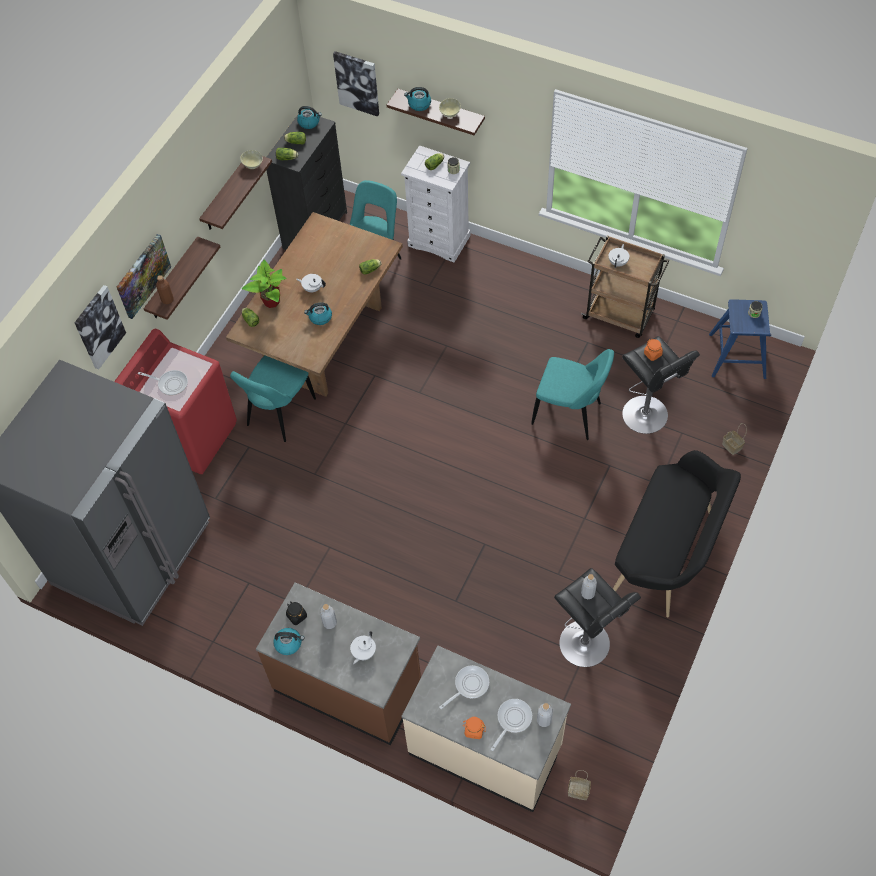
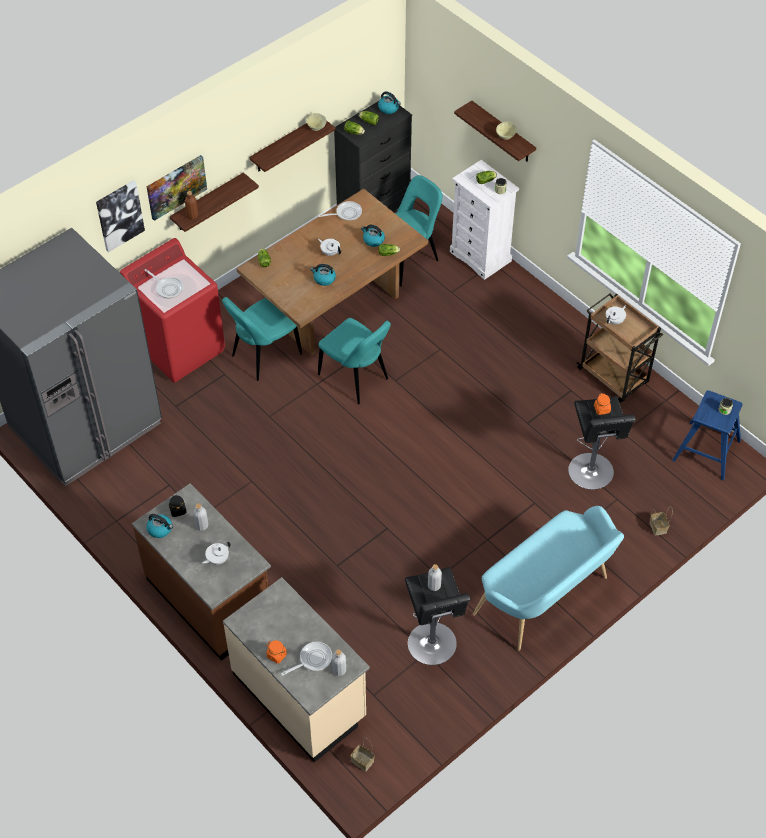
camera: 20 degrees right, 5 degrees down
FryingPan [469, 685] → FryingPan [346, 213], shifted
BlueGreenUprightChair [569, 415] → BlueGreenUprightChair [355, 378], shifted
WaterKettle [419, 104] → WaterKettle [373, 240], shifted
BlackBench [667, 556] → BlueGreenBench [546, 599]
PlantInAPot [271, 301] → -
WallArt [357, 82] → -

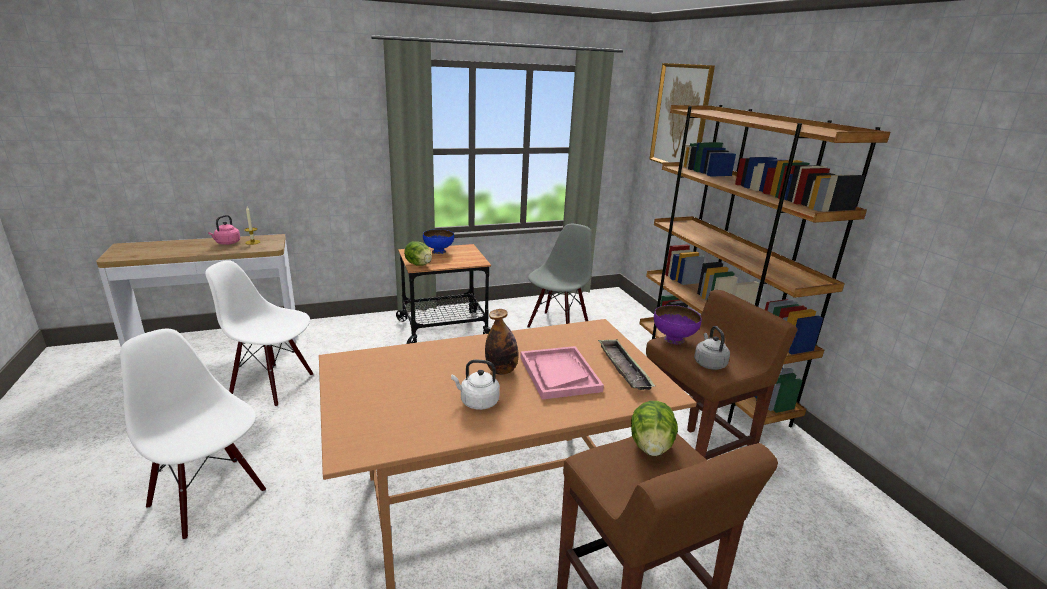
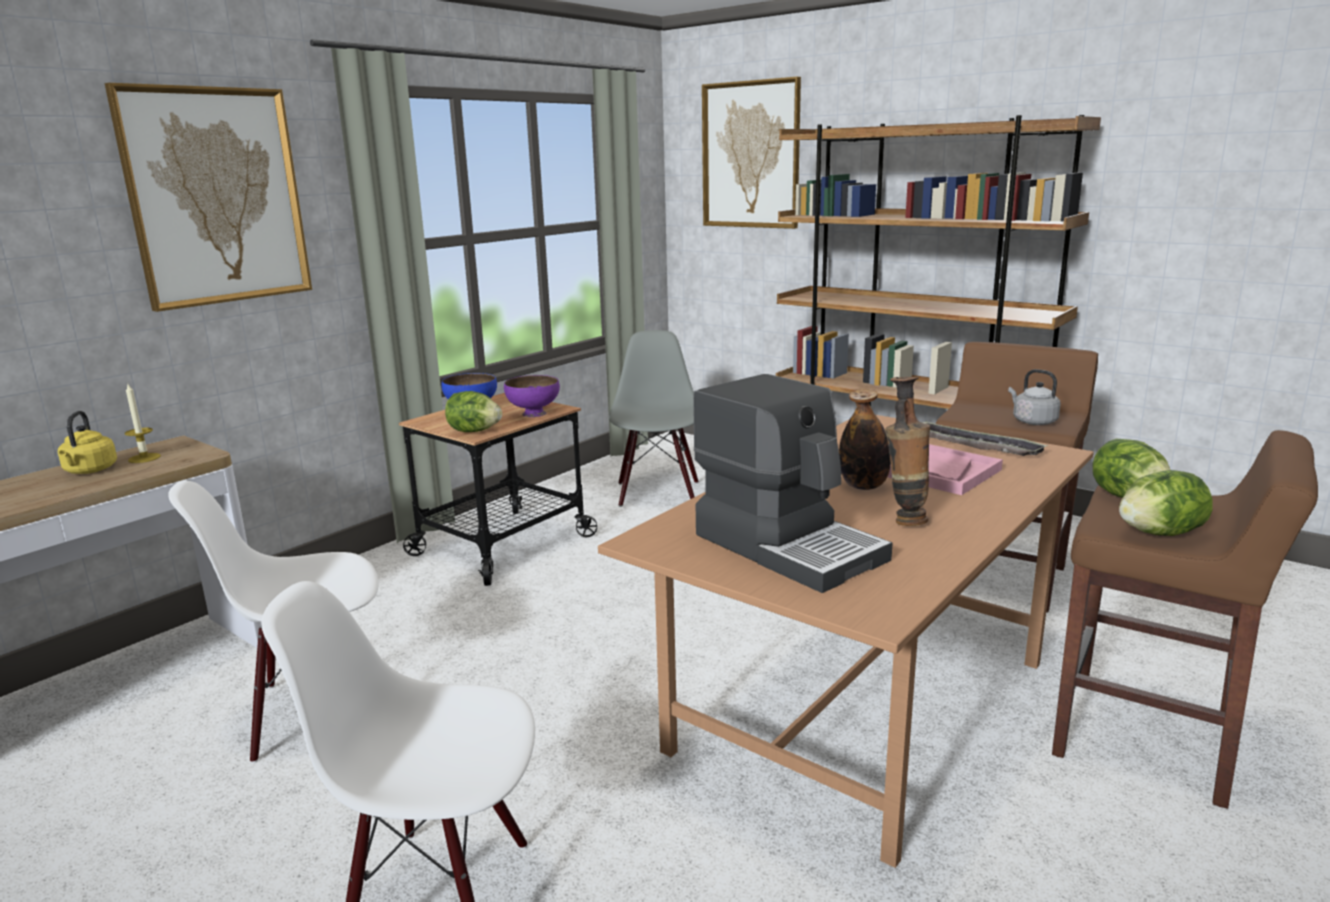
camera: 30 degrees left, 5 degrees down
PinkColouredWaterKettle [227, 243] → YellowWaterKettle [89, 471]
- → WallArt [216, 196]
PurplishBowl [673, 339] → PurplishBowl [533, 414], shifted
- → CoffeeMachine [789, 546]
WhiteColouredWaterKettle [477, 402] → DecorativeVase [904, 520]
- → HeadOfLettuce [1159, 533]

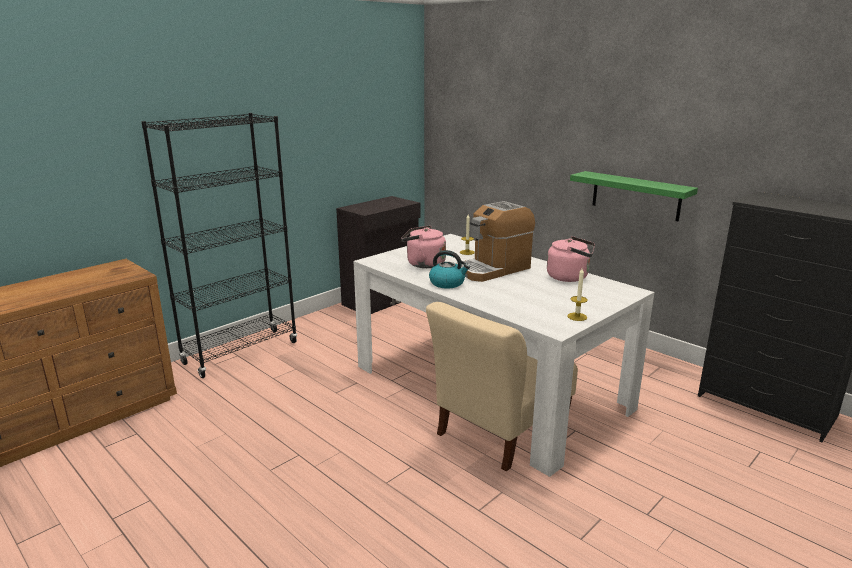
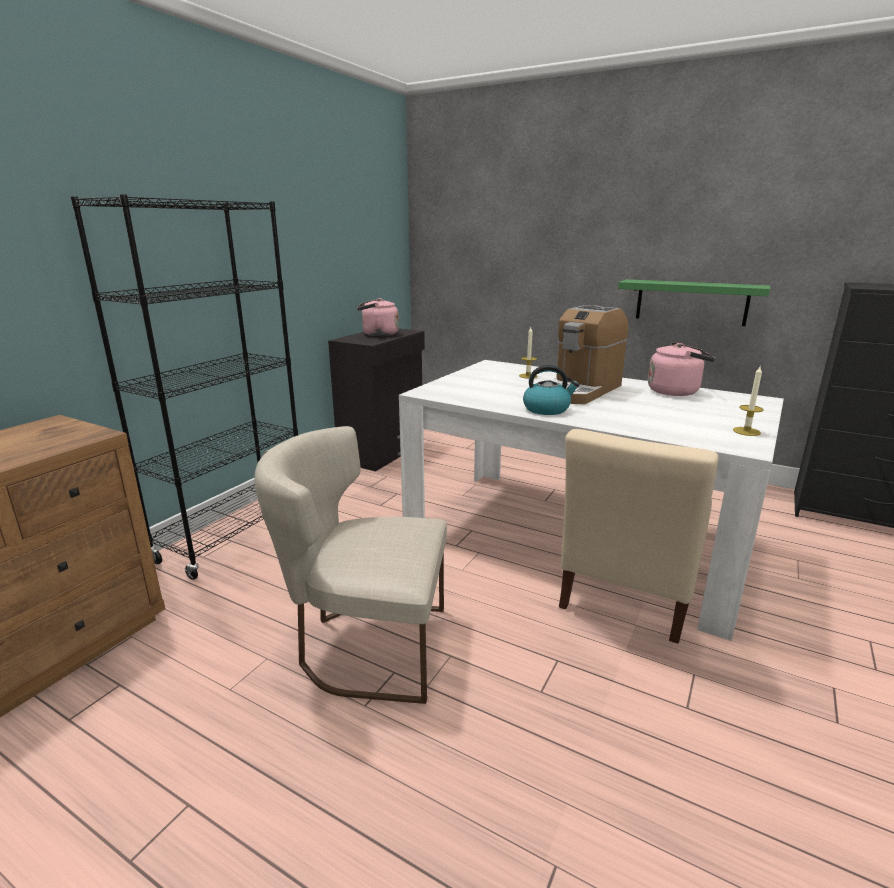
camera: 15 degrees left, 0 degrees up
- → SandColouredUprightChair [365, 646]
PinkColouredWaterKettle [423, 264] → PinkColouredWaterKettle [378, 334], shifted

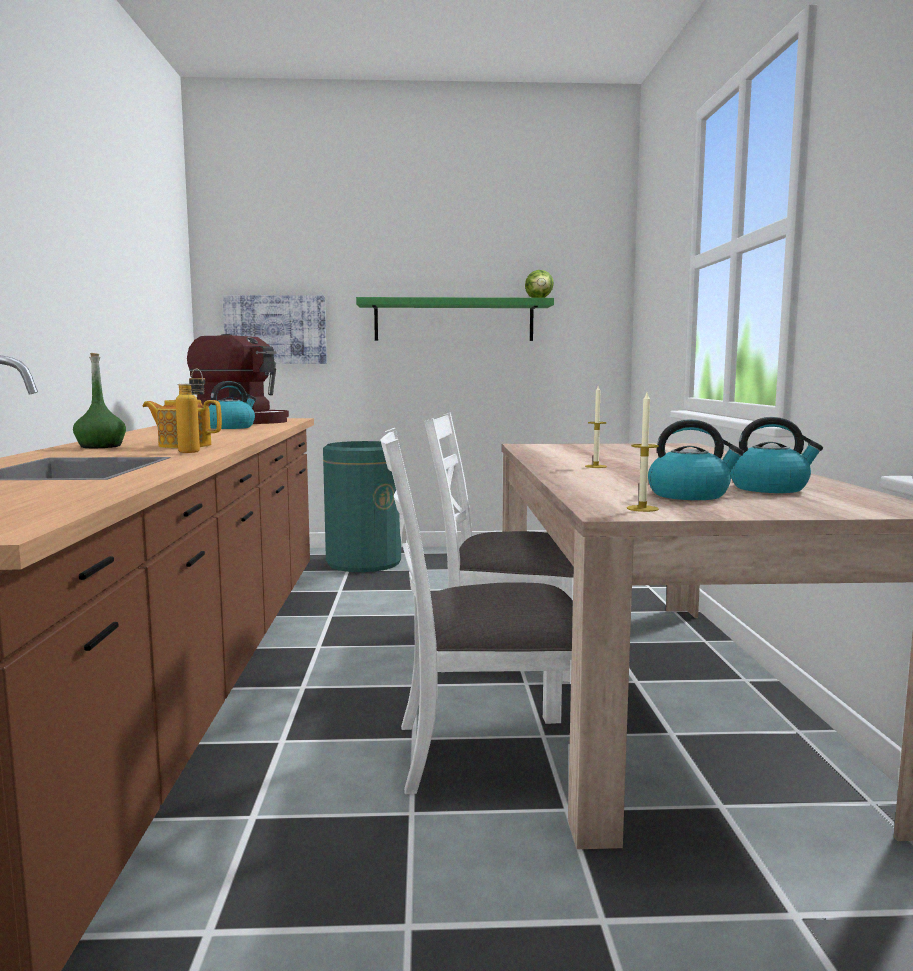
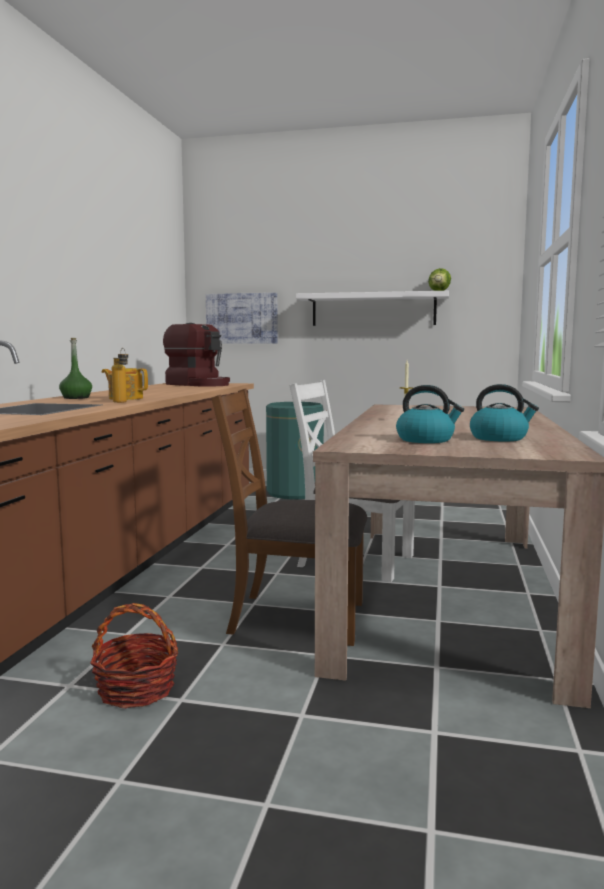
camera: 15 degrees right, 0 degrees up
- → HouseholdBasket [136, 689]
WhiteColouredUprightChair [486, 752] → BrownUprightChair [295, 617]
GreenishBracketShelf [454, 320] → WhiteColouredBracketShelf [373, 309]
WaterKettle [231, 427] → -
WaxLight [642, 508] → -

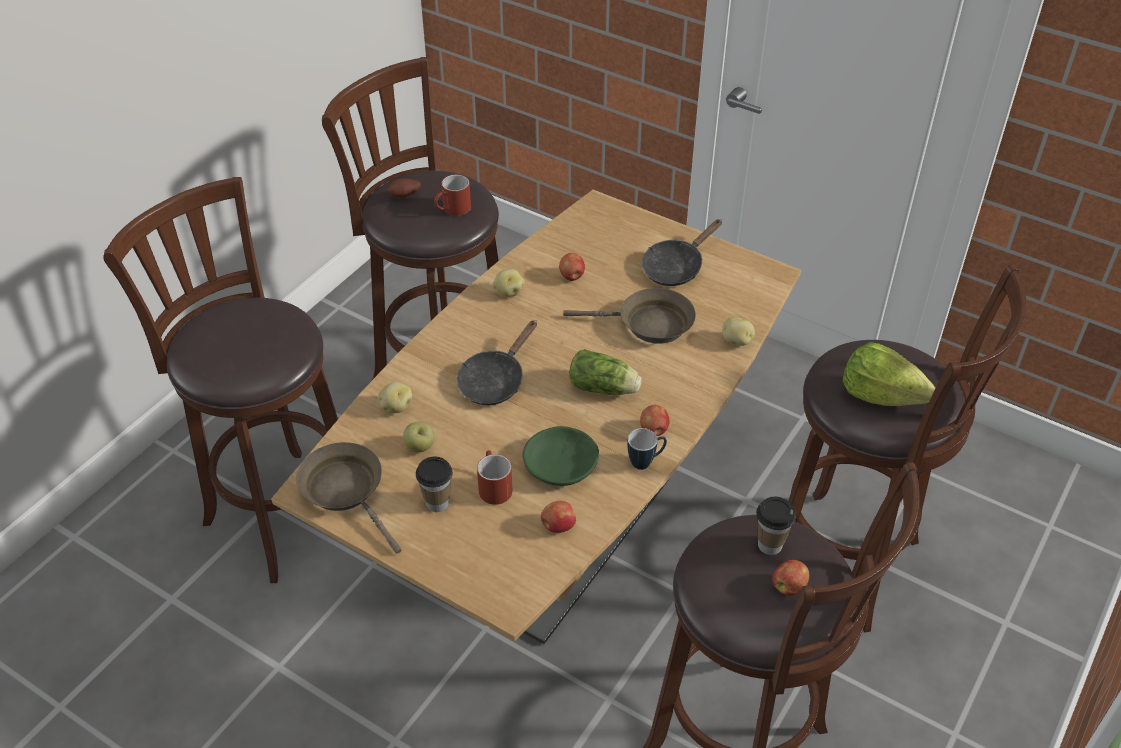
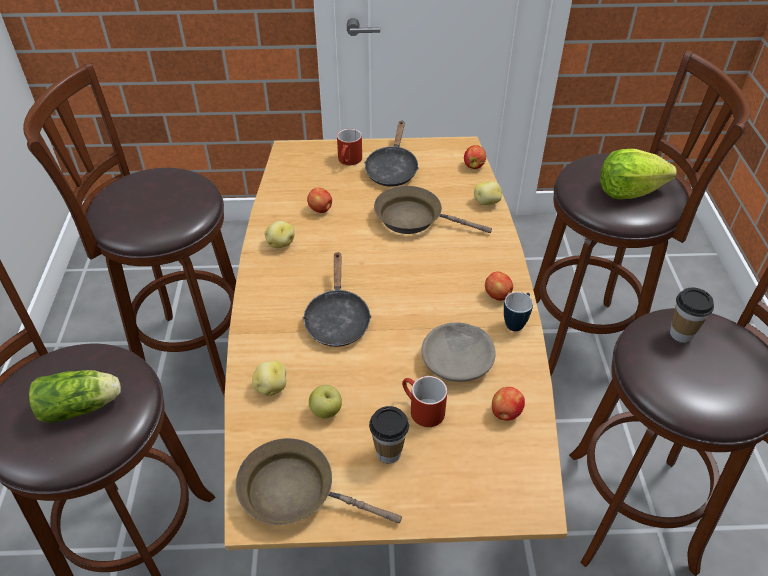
camera: 35 degrees left, 0 degrees up
HeadOfLettuce [605, 388] → HeadOfLettuce [82, 406], shifted
RedMug [453, 210] → RedMug [349, 161], shifted
BrownFryingPan [649, 324] → BrownFryingPan [414, 218], 135 degrees counterclockwise
GreenishBowl [562, 465] → GreyBowl [458, 360]
AppleFruit [789, 586] → AppleFruit [474, 165], shifted
Spud [404, 196] → -

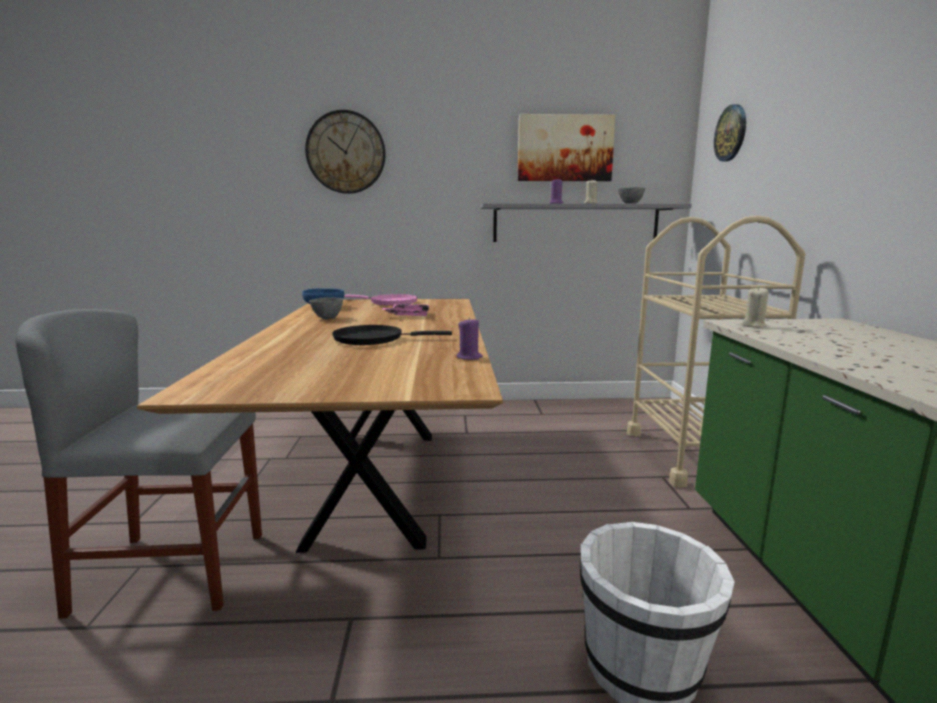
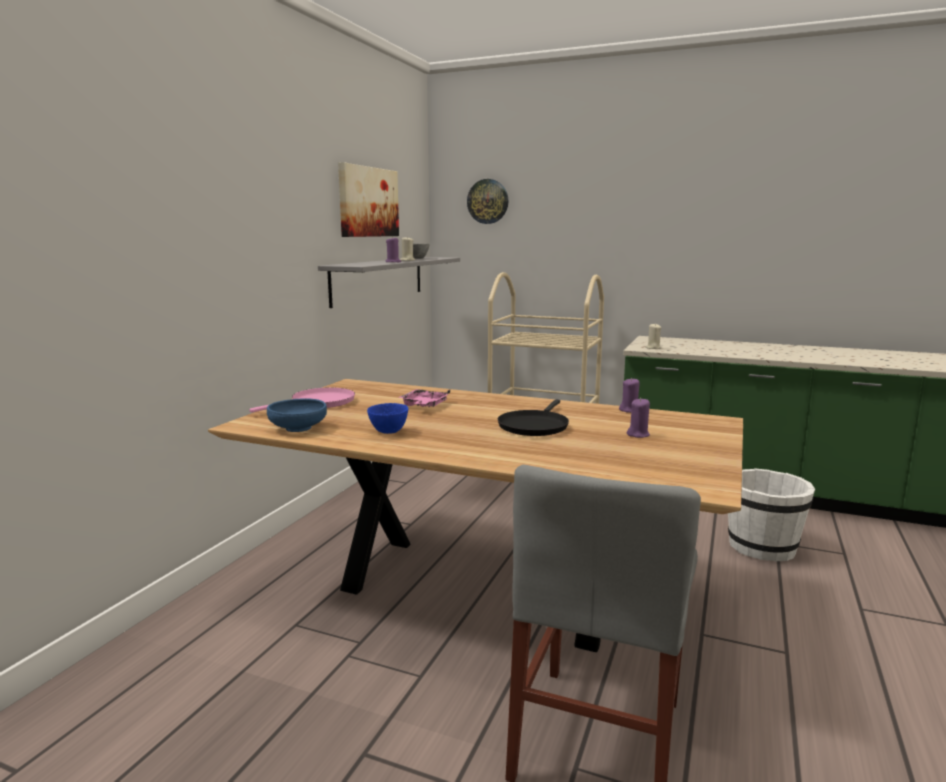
camera: 65 degrees left, 0 degrees up
GreyBowl [327, 318] → BlueColouredBowl [389, 432]
- → PurplishWaxLight [638, 434]
HangingClock [346, 152] → -

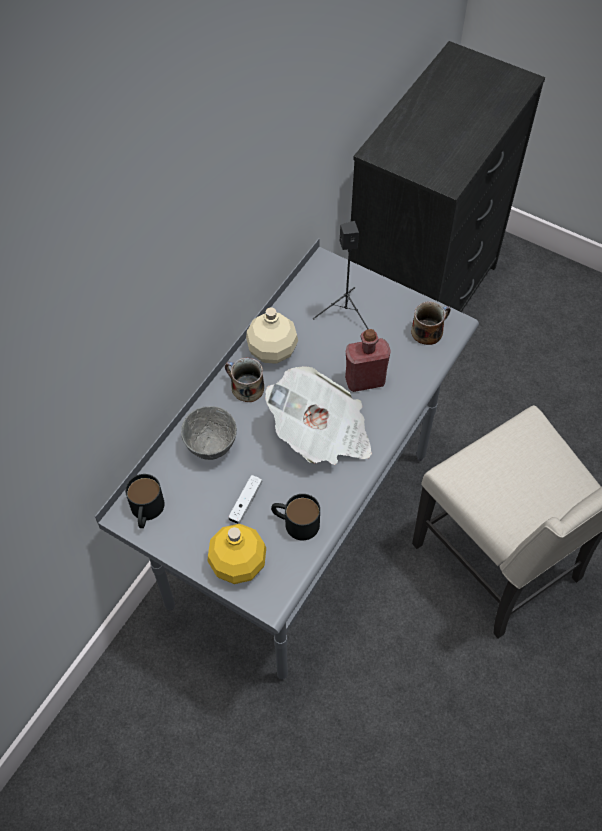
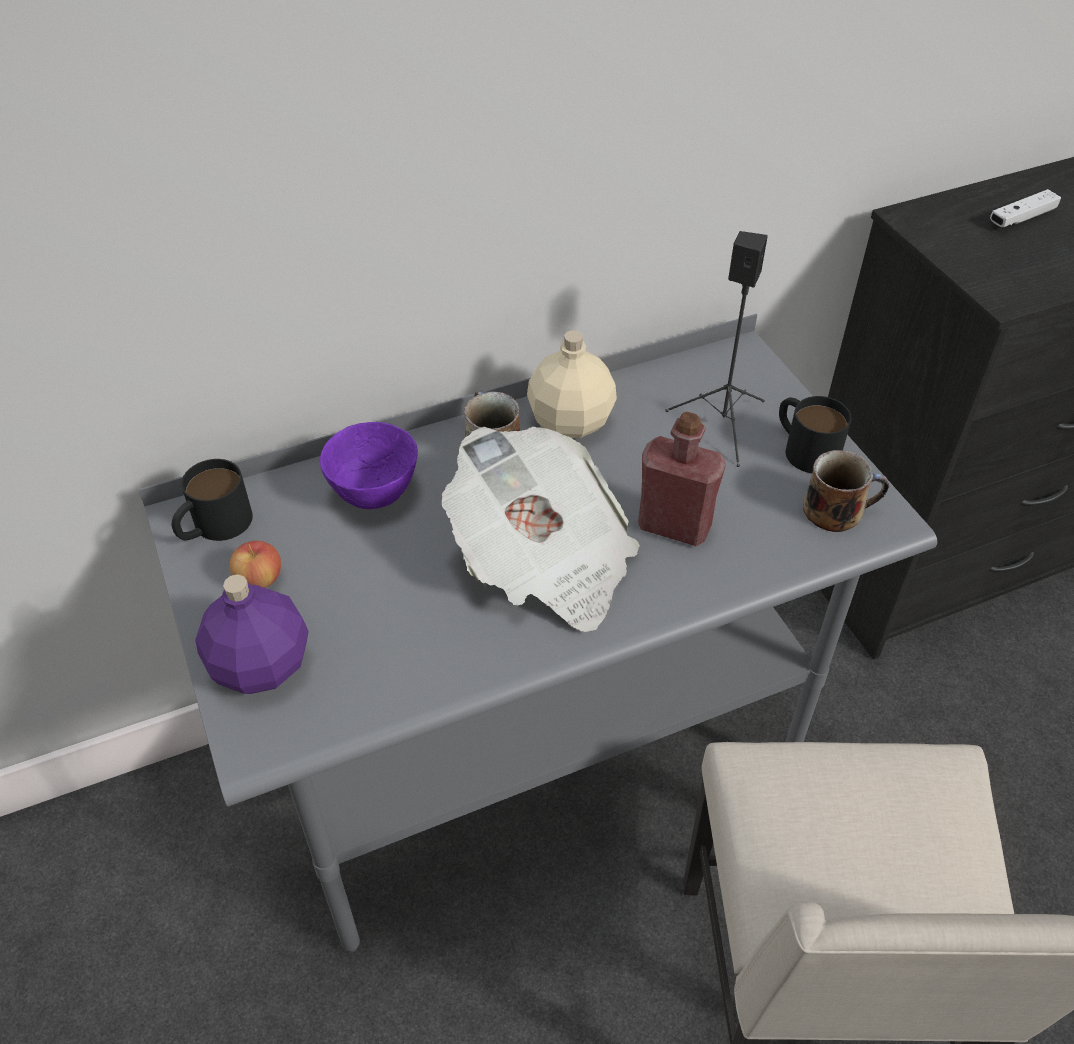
camera: 35 degrees right, 10 degrees down
YellowBeverageBottle [239, 564] → PurplishBeverageBottle [261, 667]
- → AppleFruit [259, 579]
GreyBowl [210, 447] → PurplishBowl [373, 494]
BlackMug [295, 522] → BlackMug [804, 447], shifted
WhiteColouredGameController [245, 502] → WhiteColouredGameController [1021, 218], shifted

